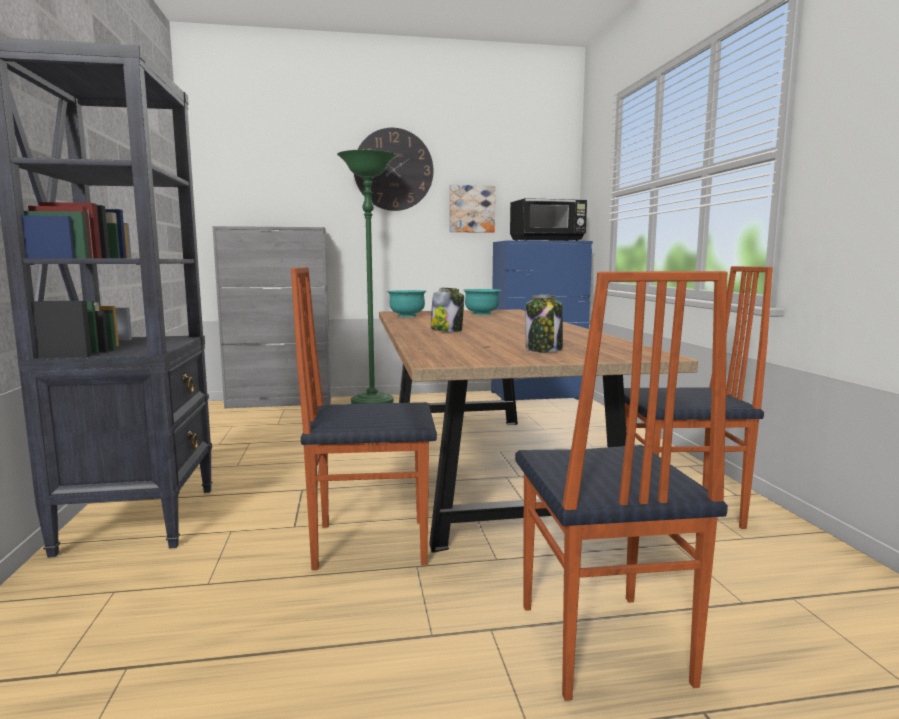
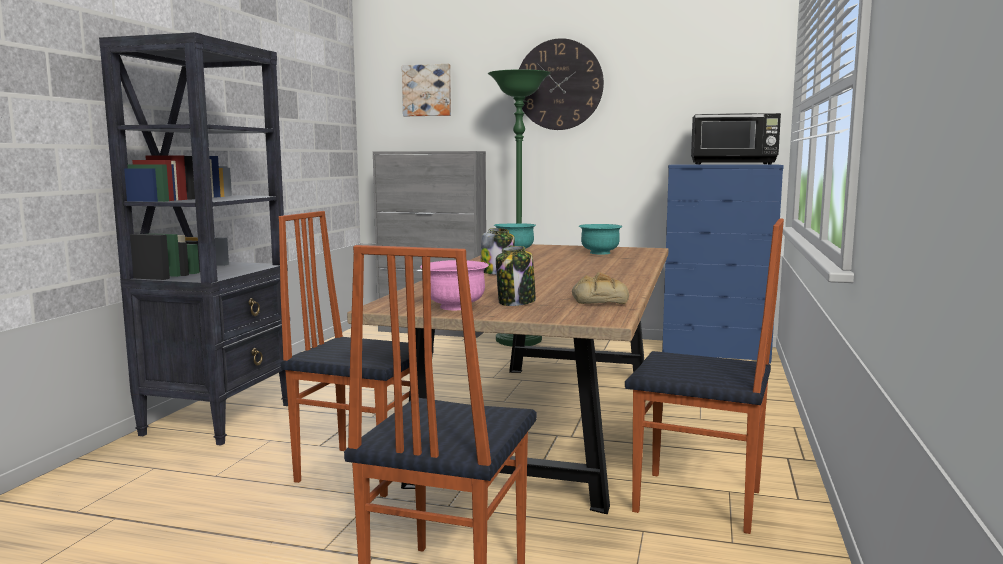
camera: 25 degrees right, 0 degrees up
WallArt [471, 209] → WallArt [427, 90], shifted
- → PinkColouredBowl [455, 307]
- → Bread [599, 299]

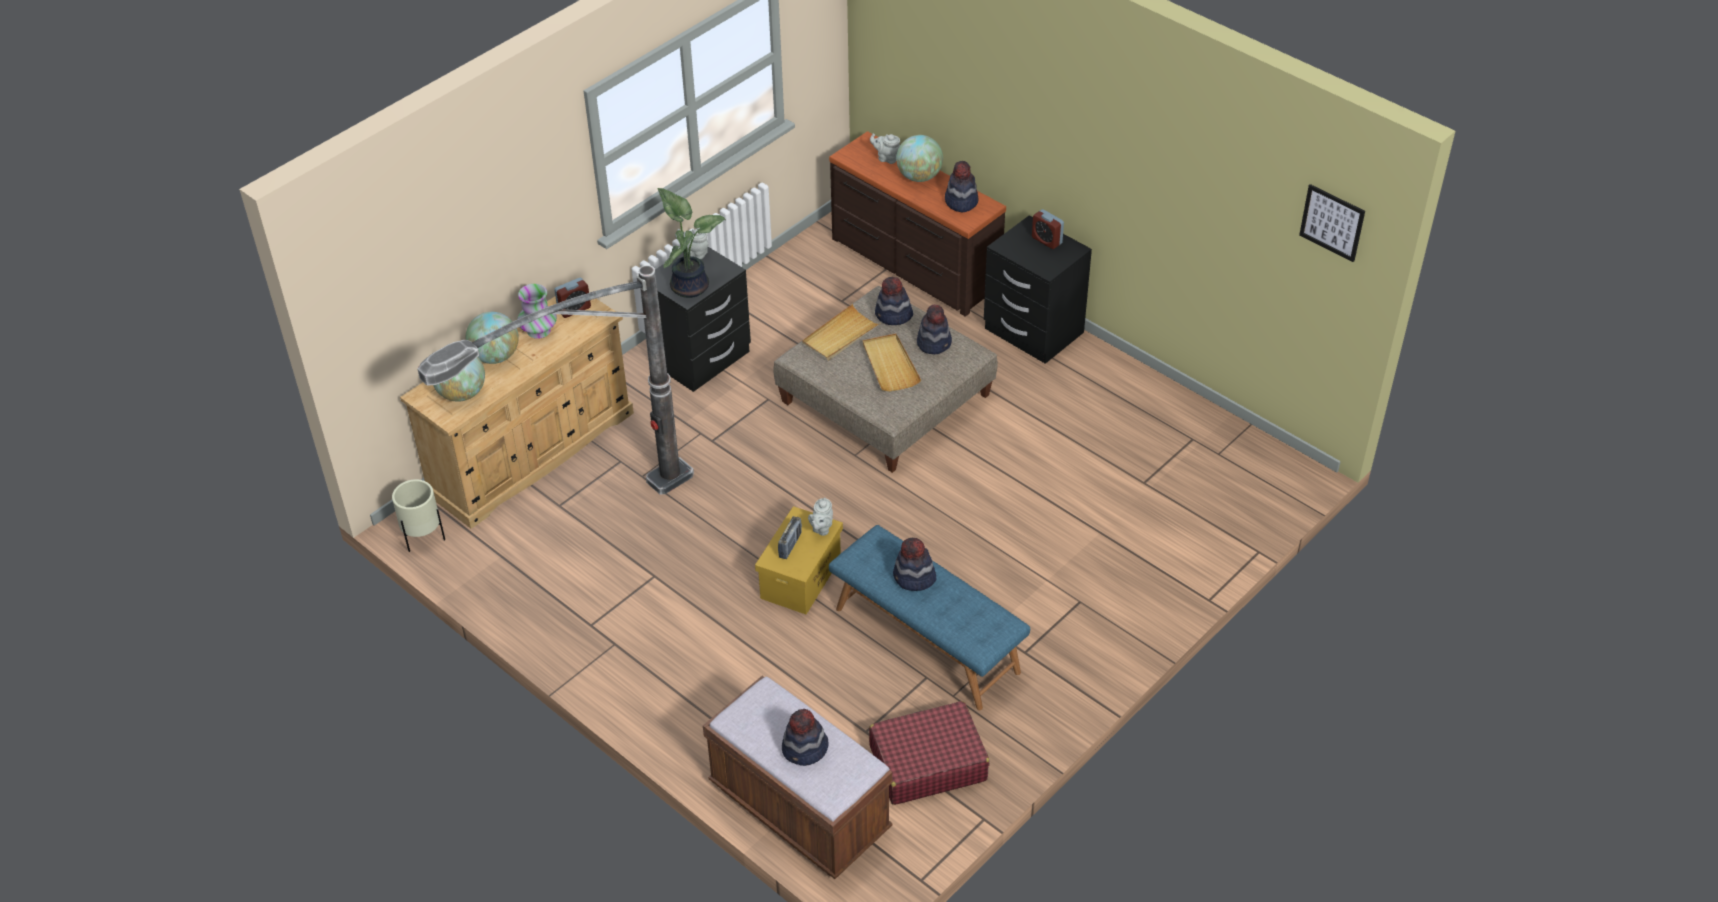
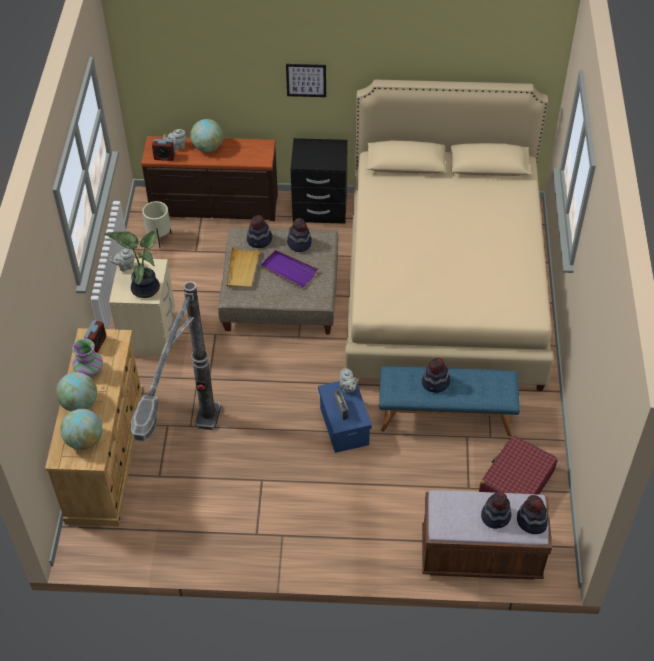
camera: 40 degrees left, 5 degrees up
BlackNightTable [701, 358] → SandColouredNightTable [149, 333]
SandColouredPlantPot [424, 539] → SandColouredPlantPot [160, 239], shifted
TableClock [1046, 240] → TableClock [164, 157], shifted
SandColouredCarryingTray [890, 364] → PurplishCarryingTray [288, 270]
WallArt [1332, 222] → WallArt [306, 80], shifted
YellowStorageBin [801, 577] → BlueColouredStorageBin [343, 425]
- → SandColouredBedroomBed [443, 287]
ClothingHat [961, 201] → ClothingHat [531, 521], shifted

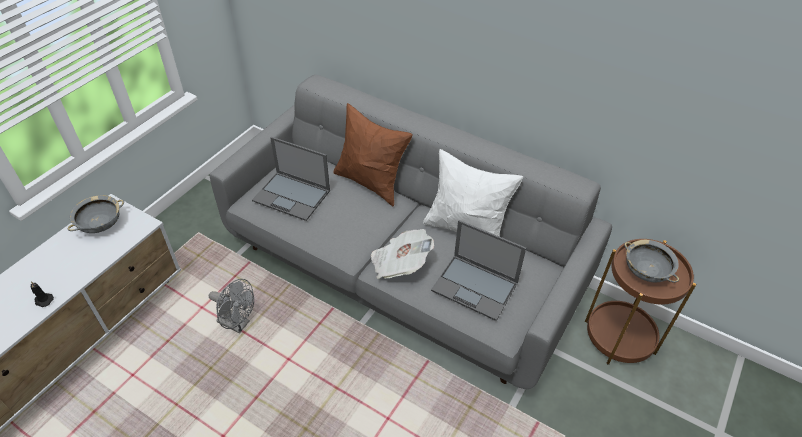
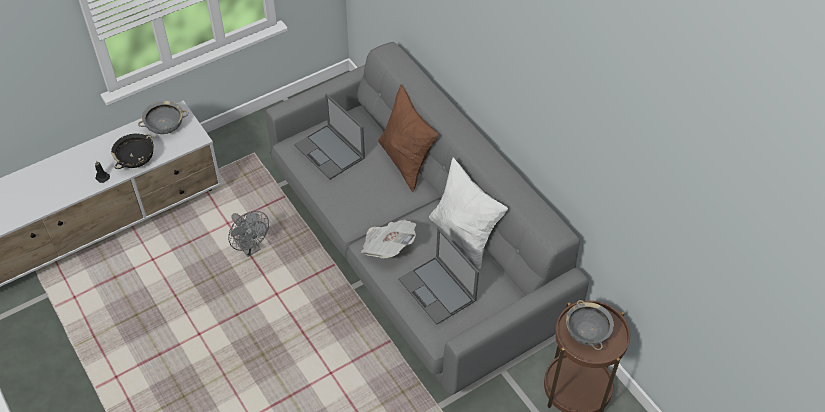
camera: 25 degrees right, 5 degrees up
- → BlackBowl [135, 160]

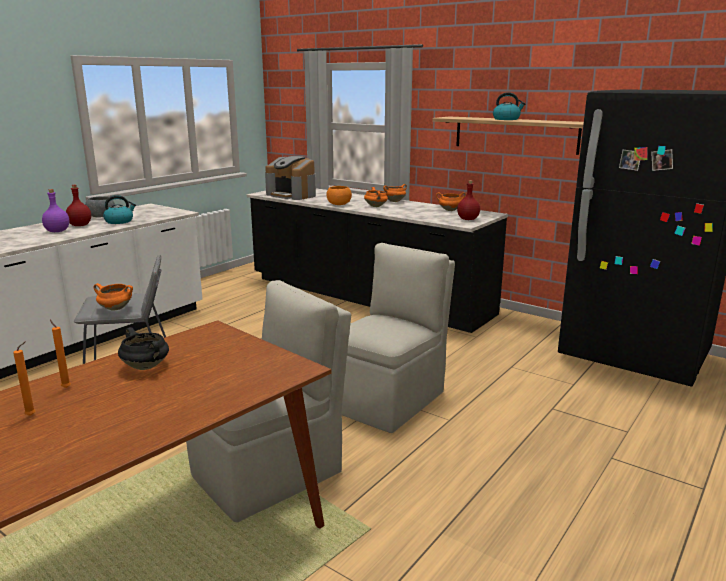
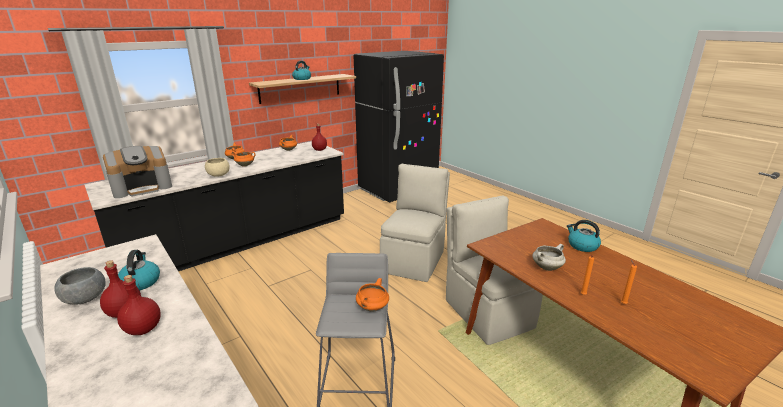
camera: 75 degrees left, 5 degrees up
PurplishBeverageBottle [58, 231] → RedBeverageBottle [144, 329]
OrangeBowl [339, 204] → SandColouredBowl [218, 175]
SandColouredUprightChair [389, 399] → SandColouredUprightChair [414, 260], 60 degrees clockwise
BlackSaucepot [147, 367] → WhiteColouredSaucepot [547, 267]
- → WaterKettle [582, 246]

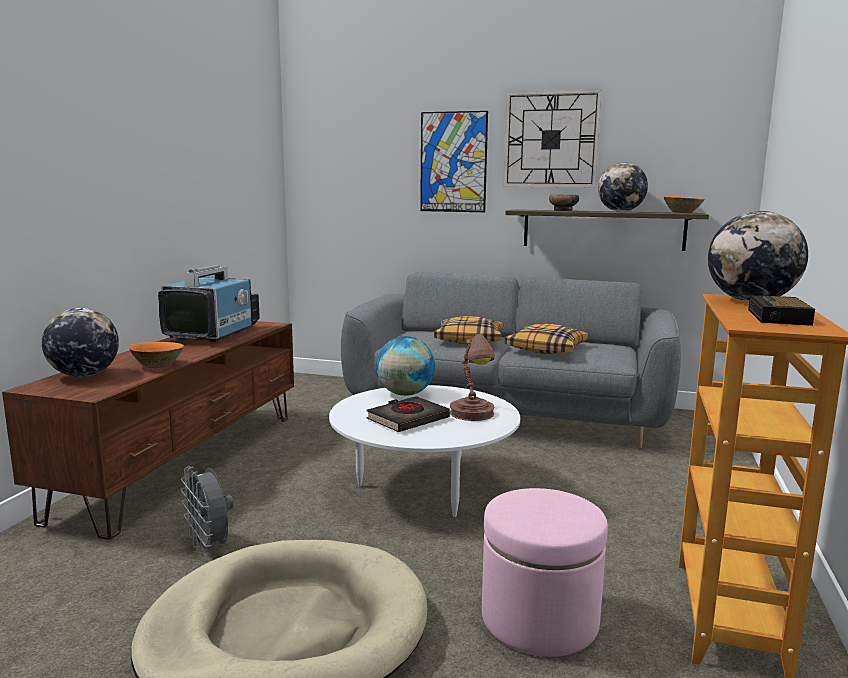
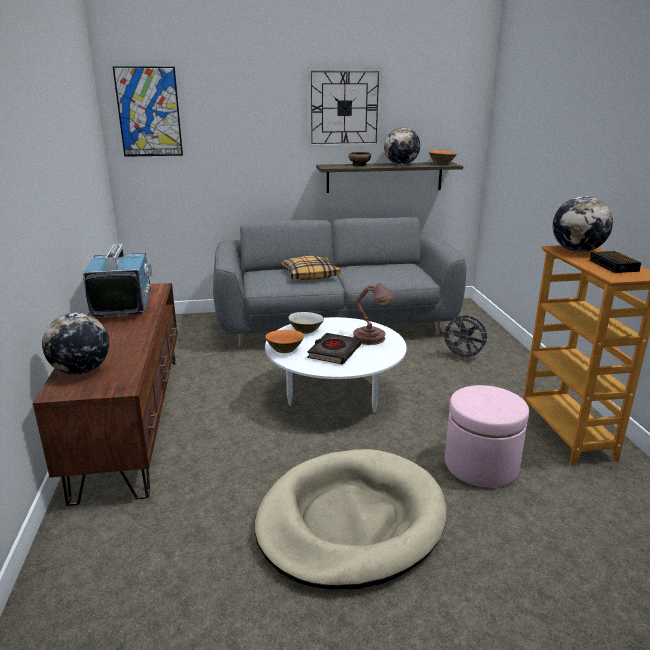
camera: 25 degrees left, 10 degrees up
WallArt [453, 162] → WallArt [149, 112], shifted
OrangeBowl [158, 365] → OrangeBowl [285, 349], shifted
Globe [405, 394] → SandColouredBowl [306, 330]
GreyFan [209, 547] → GreyFan [463, 357], shifted
Pillow [546, 349] → -

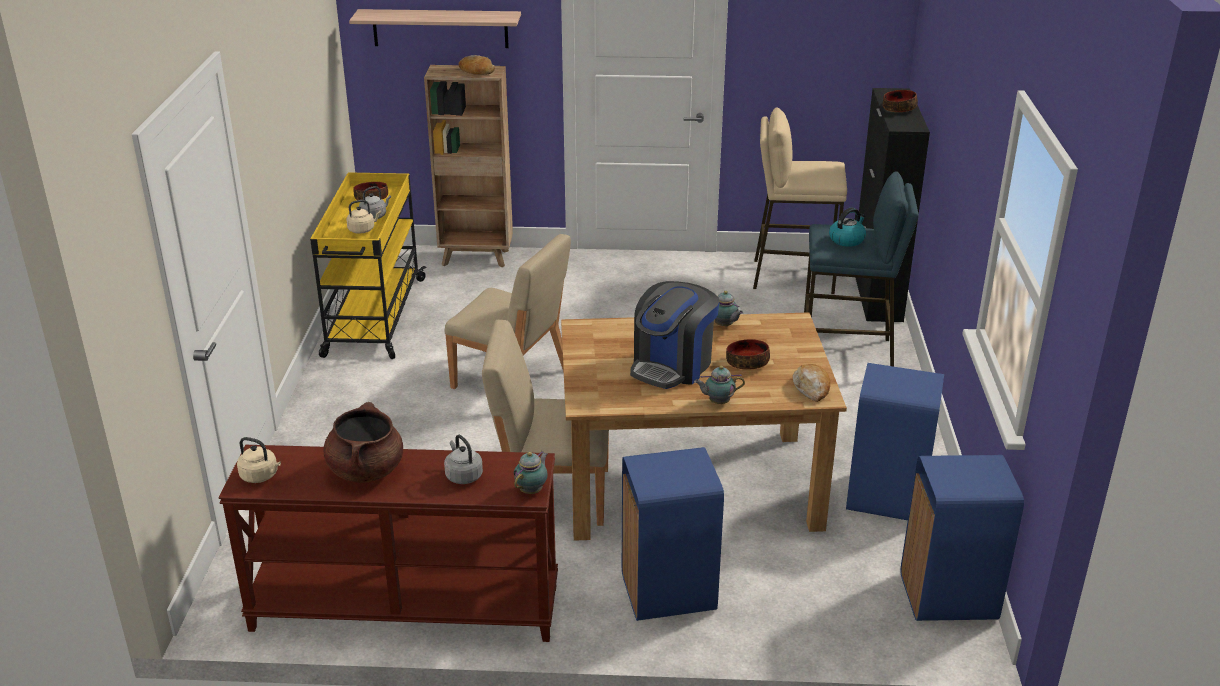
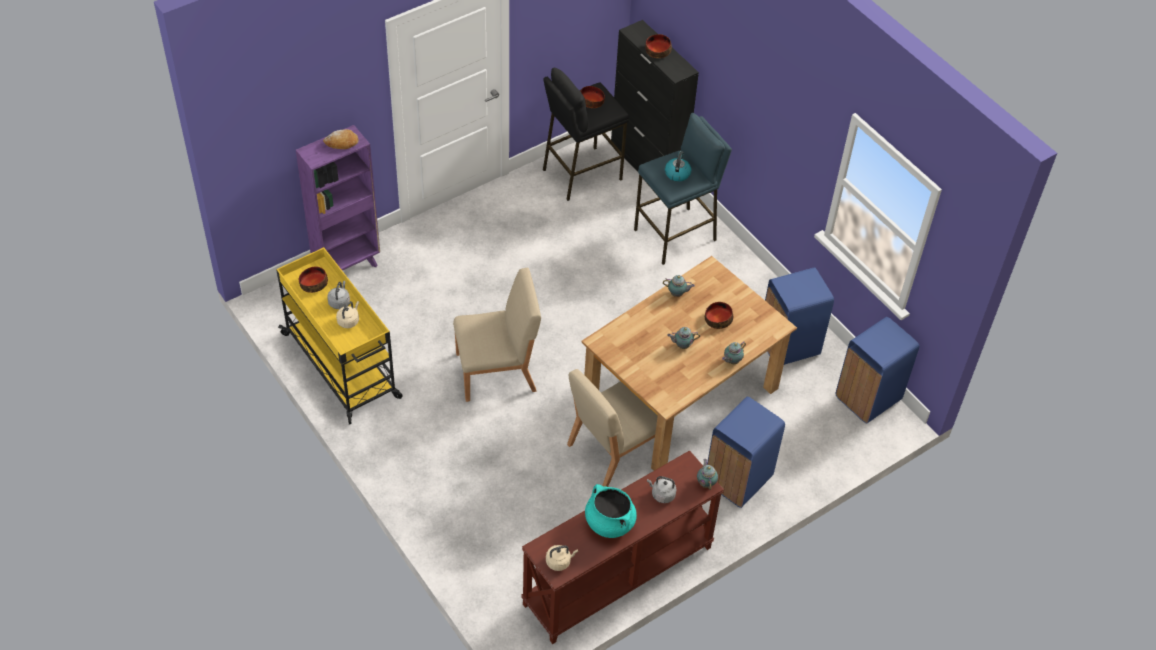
camera: 40 degrees left, 20 degrees up
BrownBookshelf [477, 258] → PurplishBookshelf [347, 266]
SandColouredStool [792, 276] → BlackStool [581, 174]
- → Bowl [591, 101]
BrownSaucepot [366, 470] → BlueGreenSaucepot [609, 523]
CoffeeMachine [672, 366] → Teapot [682, 345]
BracketShelf [440, 28] → -
Bread [812, 388] → -

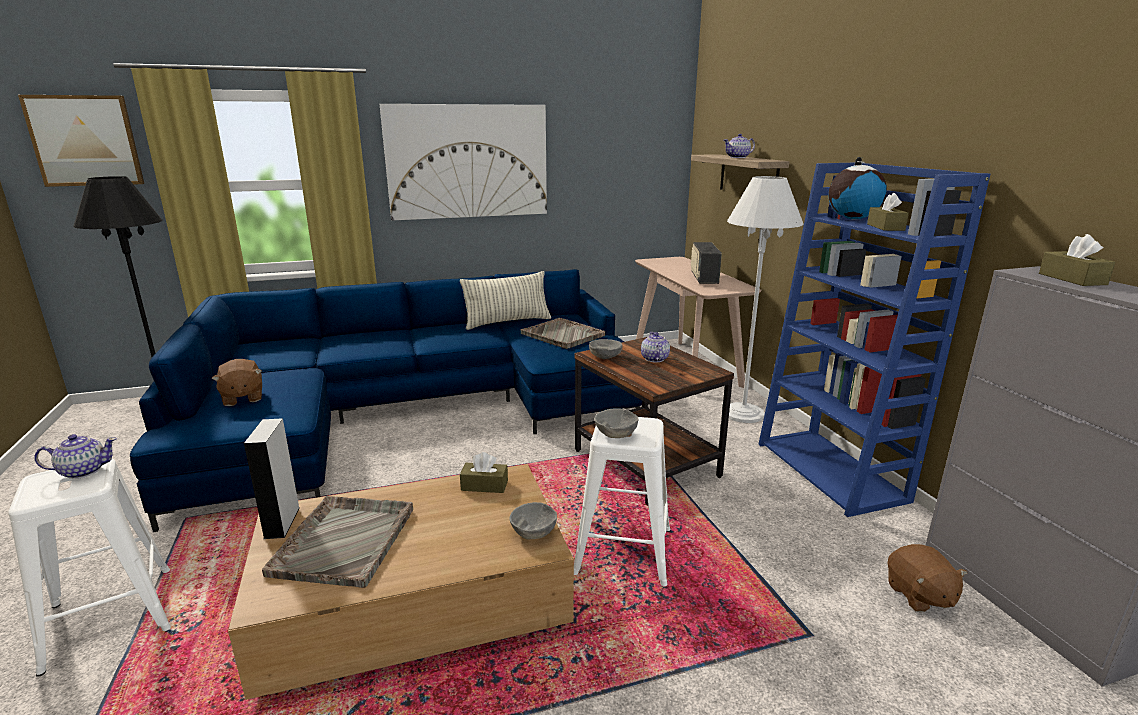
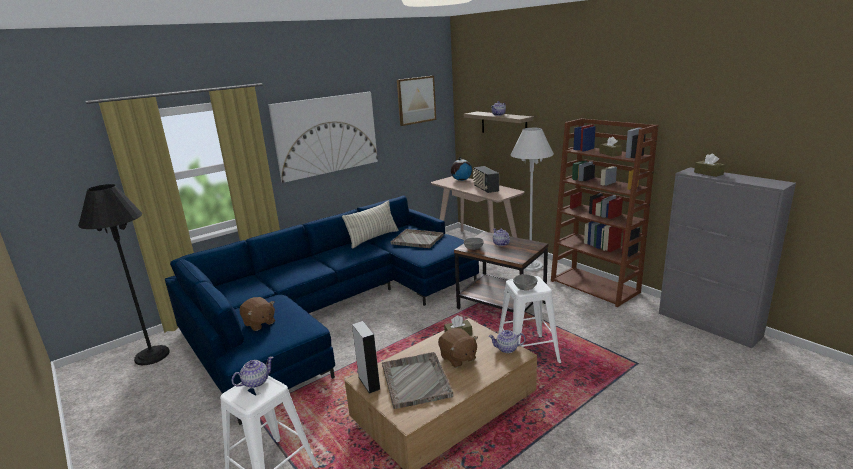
camera: 20 degrees left, 0 degrees up
WallArt [85, 141] → WallArt [416, 100], shifted
BrownSoftToy [919, 595] → BrownSoftToy [458, 358], shifted
Globe [852, 219] → Globe [461, 180], shifted
GreyBowl [534, 532] → Teapot [507, 349]
BlueColouredBookshelf [831, 472] → BrownBookshelf [595, 286]

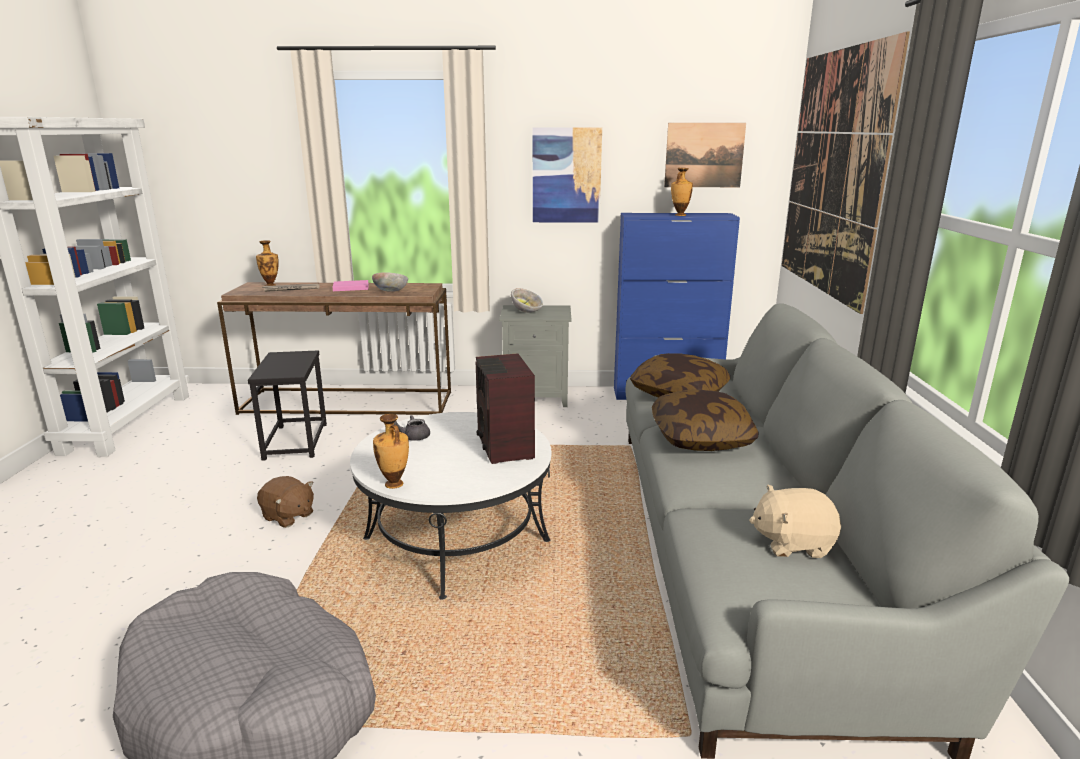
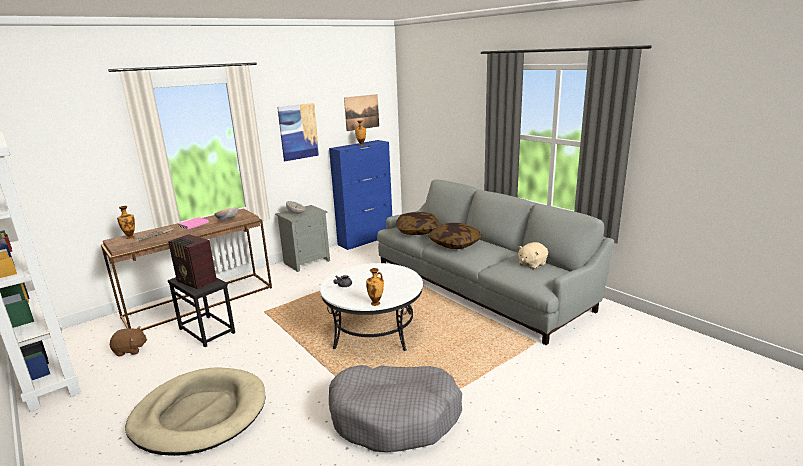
camera: 40 degrees left, 0 degrees up
BrownSoftToy [288, 516] → BrownSoftToy [130, 350], shifted
- → SandColouredPetBed [200, 414]
RadioReceiver [504, 447] → RadioReceiver [196, 282], shifted
WallArt [833, 173] → -

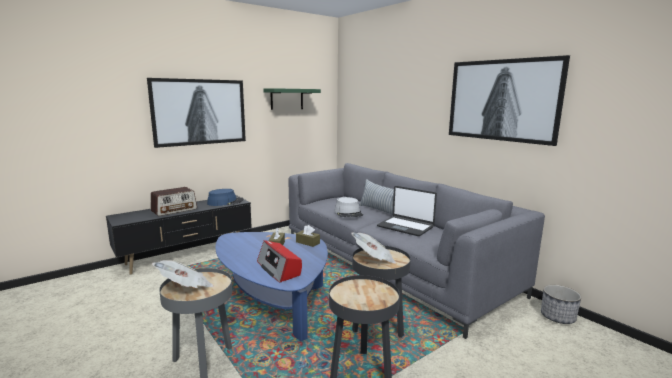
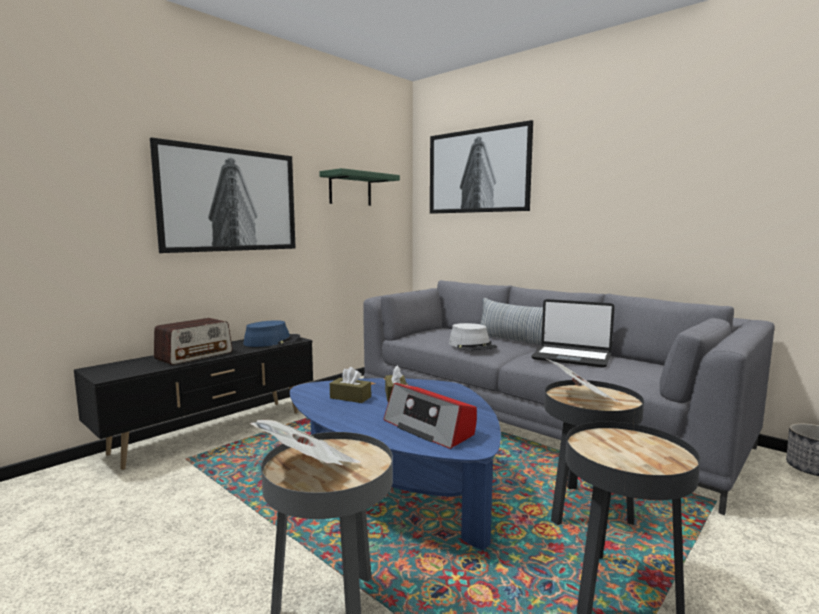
camera: 10 degrees left, 5 degrees down
BrownTissueBox [308, 242] → BrownTissueBox [350, 397], shifted
WallArt [502, 100] → WallArt [478, 171], shifted

